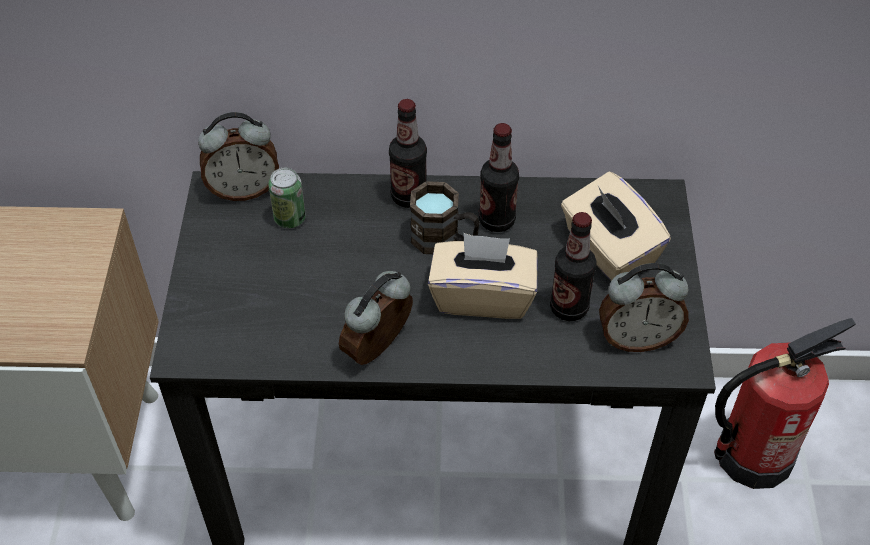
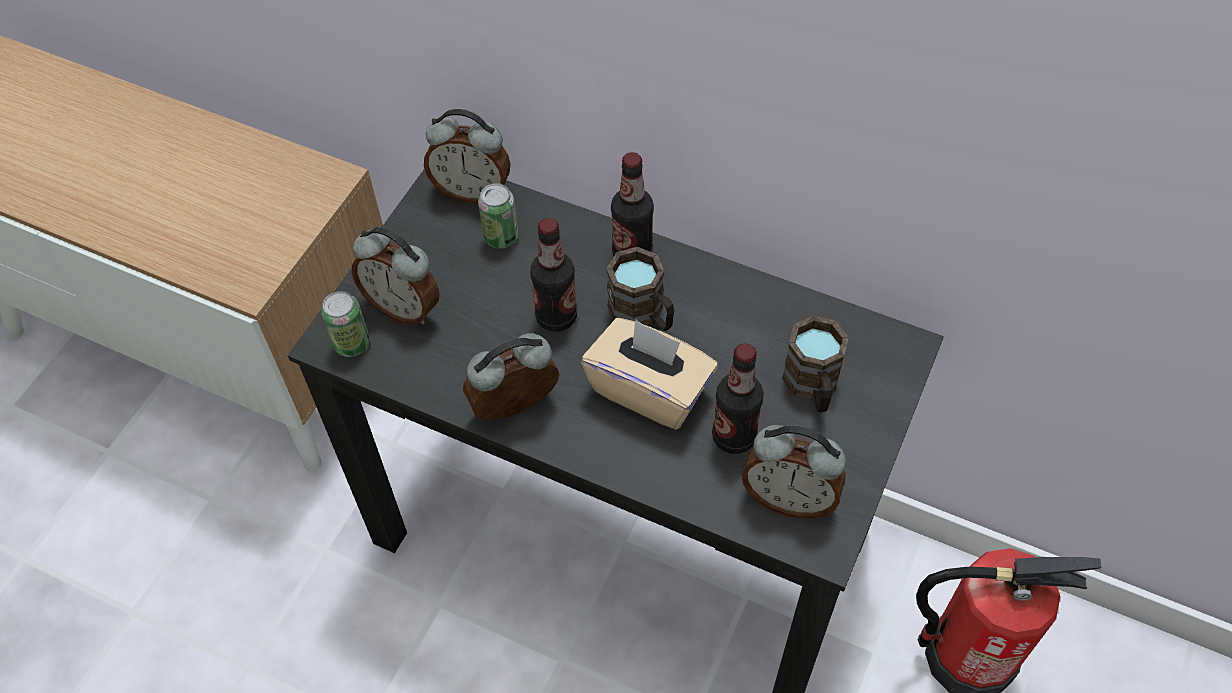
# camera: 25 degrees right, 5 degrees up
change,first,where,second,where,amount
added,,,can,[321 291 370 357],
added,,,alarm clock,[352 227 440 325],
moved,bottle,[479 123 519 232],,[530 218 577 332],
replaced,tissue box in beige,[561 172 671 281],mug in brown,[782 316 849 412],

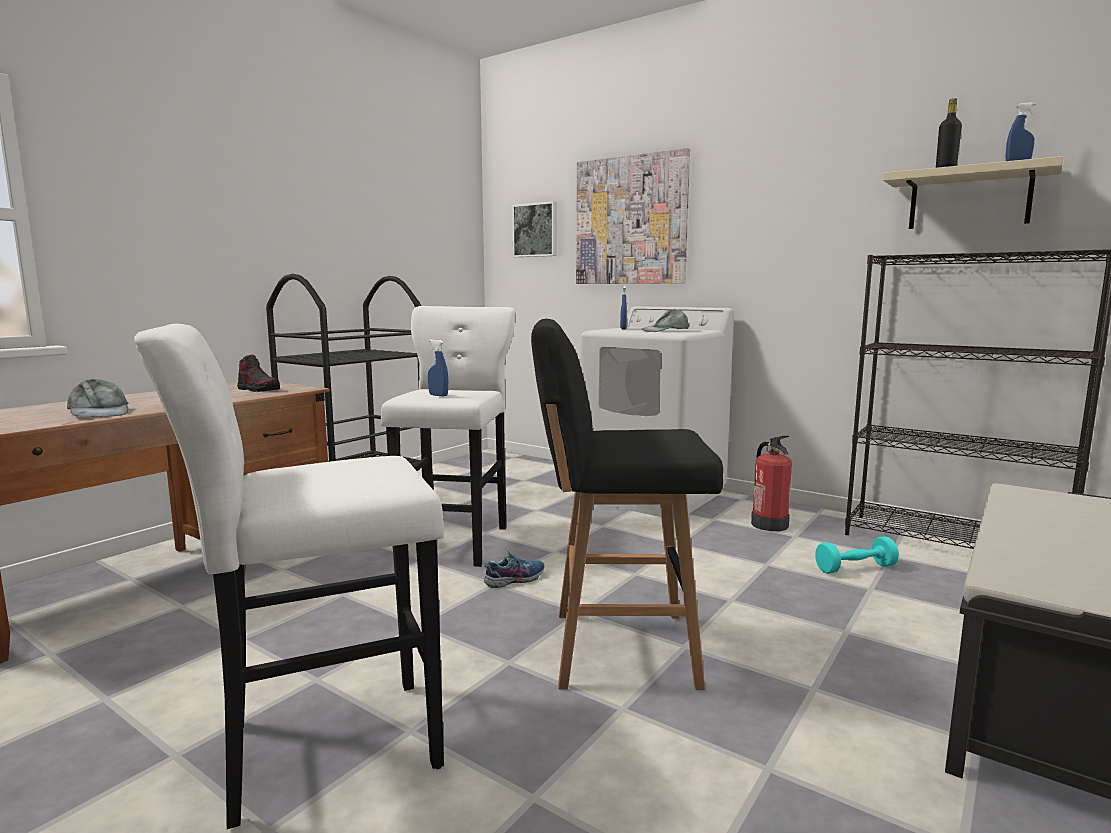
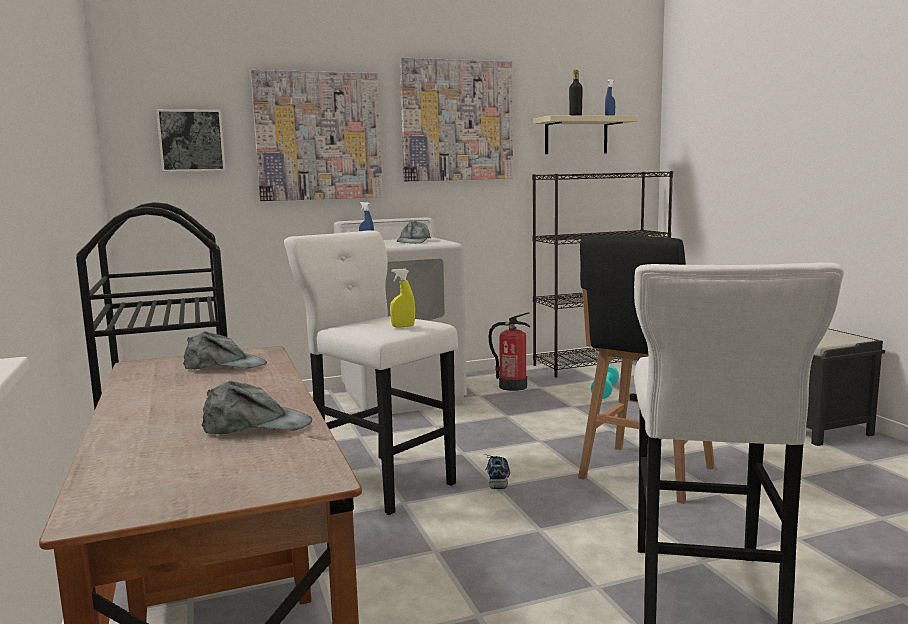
# camera: 55 degrees left, 0 degrees up
change,first,where,second,where,amount
added,,,picture,[399 58 513 181],
replaced,shoe,[237 355 280 392],cap in grey,[183 331 267 369],
recoloured,spray bottle in blue,[428 339 448 397],spray bottle in yellow,[390 269 415 327],

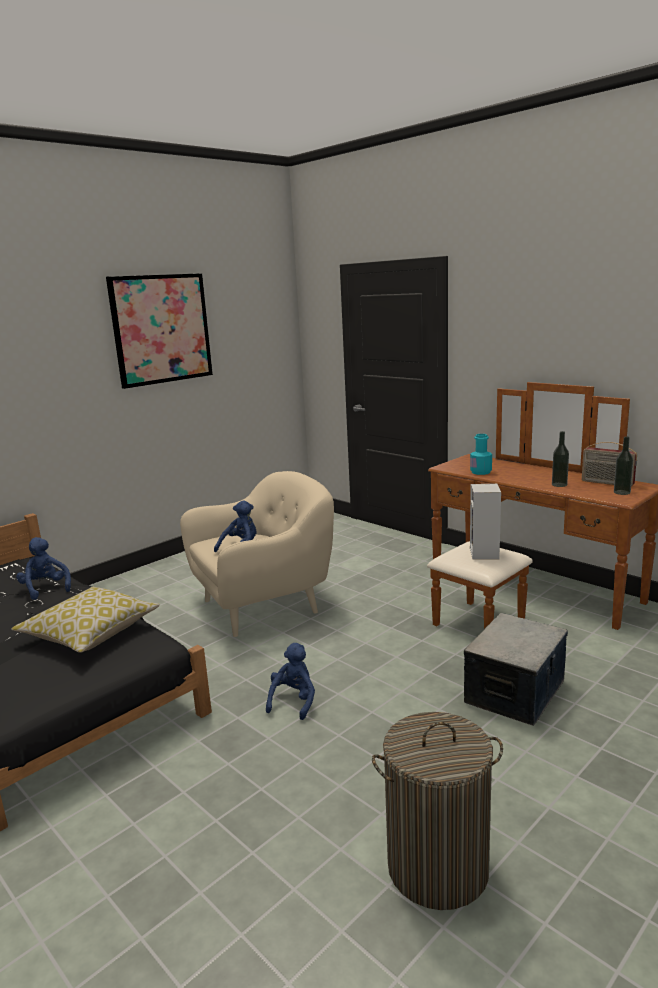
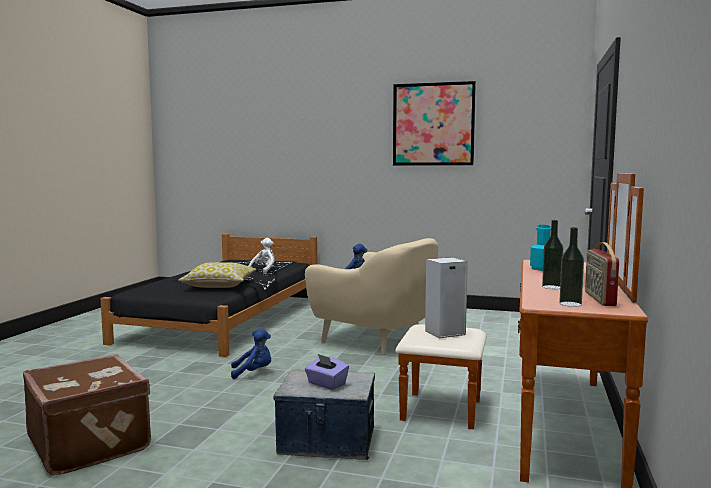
# camera: 60 degrees right, 10 degrees down
change,first,where,second,where,amount
added,,,tissue box in purple,[305 354 349 390],
replaced,laundry basket,[372 712 503 910],suitcase in brown,[23 354 151 476],
recoloured,plush toy in blue,[16 537 71 600],plush toy in white,[249 238 275 274],

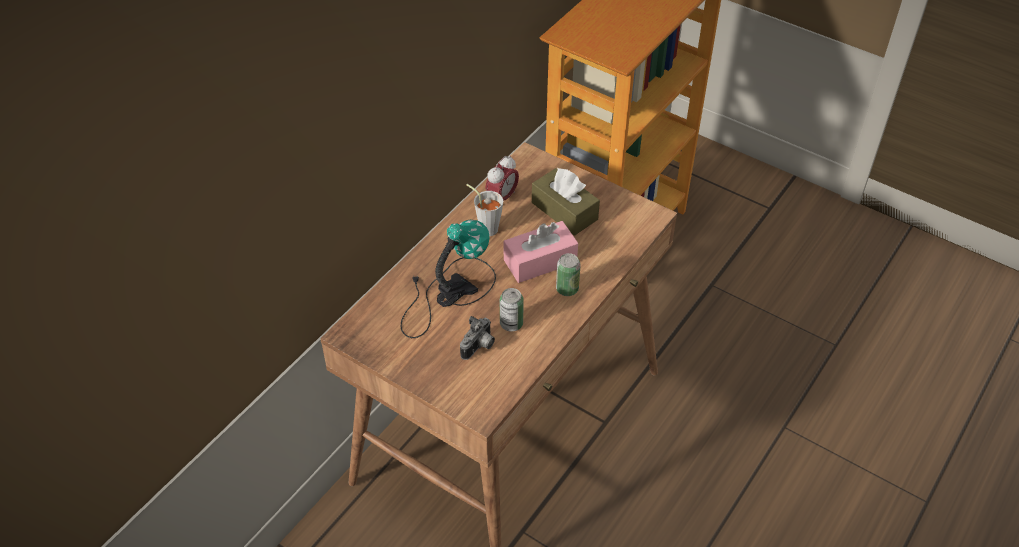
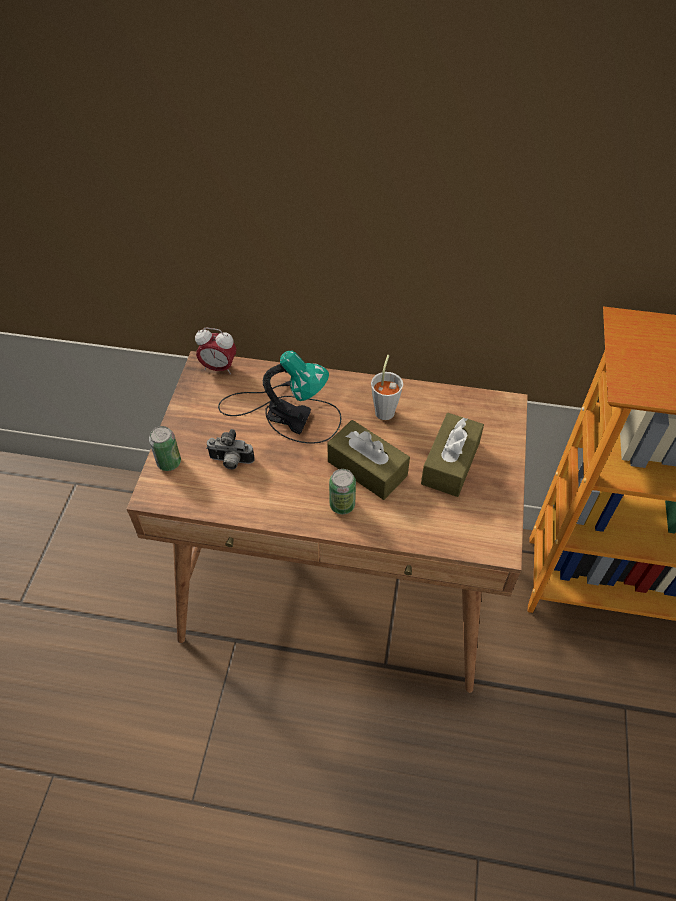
# camera: 65 degrees right, 5 degrees up
change,first,where,second,where,amount
moved,alarm clock,[485 156 519 201],,[195 328 236 374],
moved,can,[500 288 524 332],,[149 426 181 471],
recoloured,tissue box in pink,[504 221 578 283],tissue box in brown,[327 420 410 500],

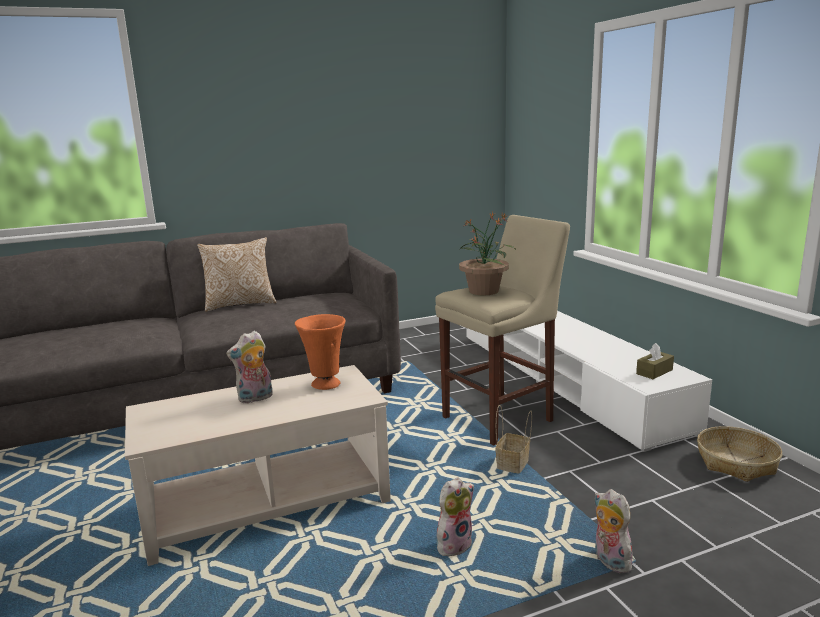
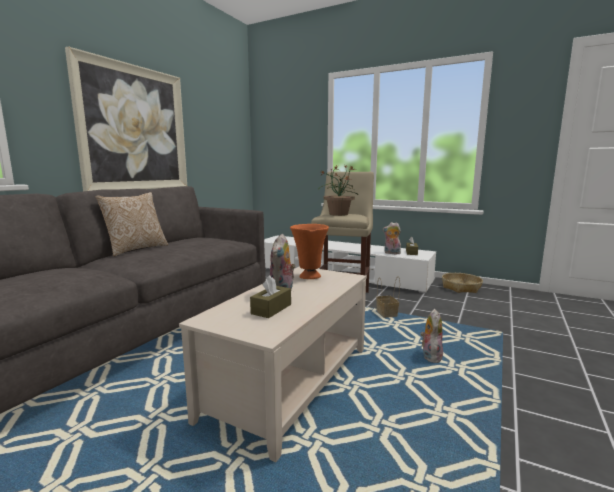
# camera: 40 degrees left, 5 degrees down
change,first,where,second,where,amount
added,,,picture,[65 46 187 191],
added,,,tissue box in brown,[250 275 291 318],
moved,plush toy,[595 489 633 573],,[383 222 402 255],

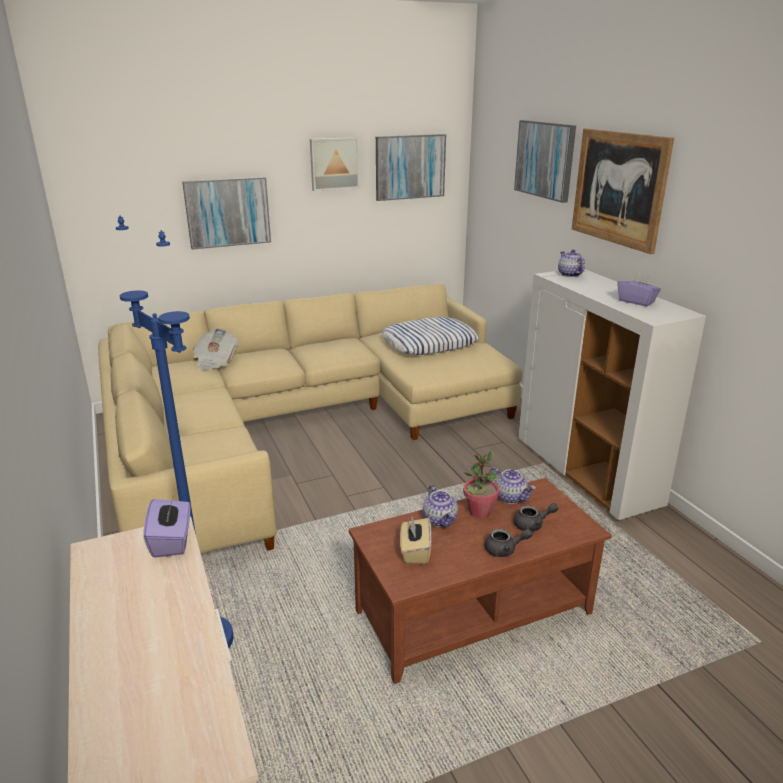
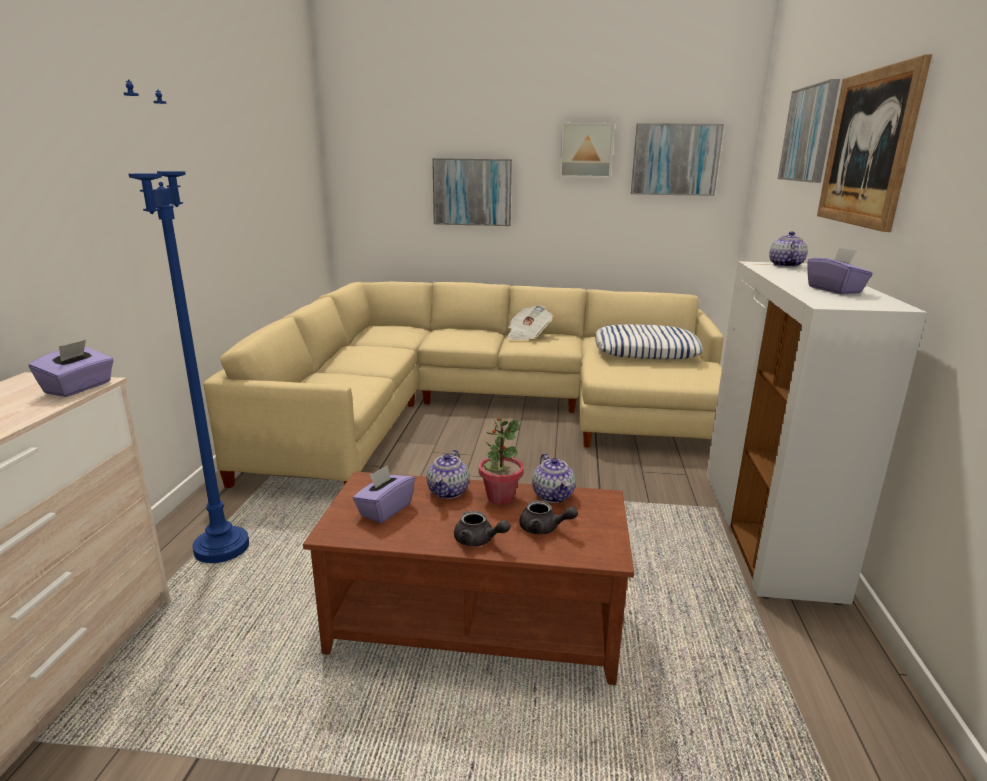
# camera: 30 degrees right, 5 degrees down
change,first,where,second,where,amount
moved,newspaper,[193 328 238 370],,[507 305 553 340],
recoloured,tissue box in beige,[400 517 432 564],tissue box in purple,[352 465 415 523],

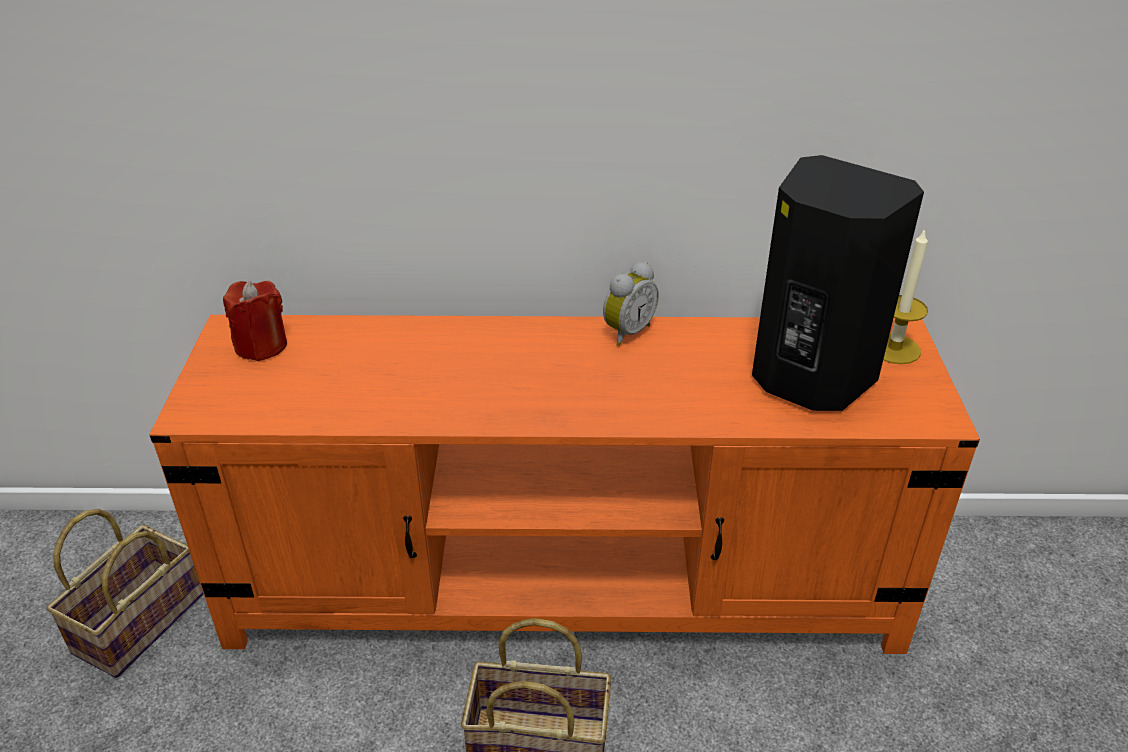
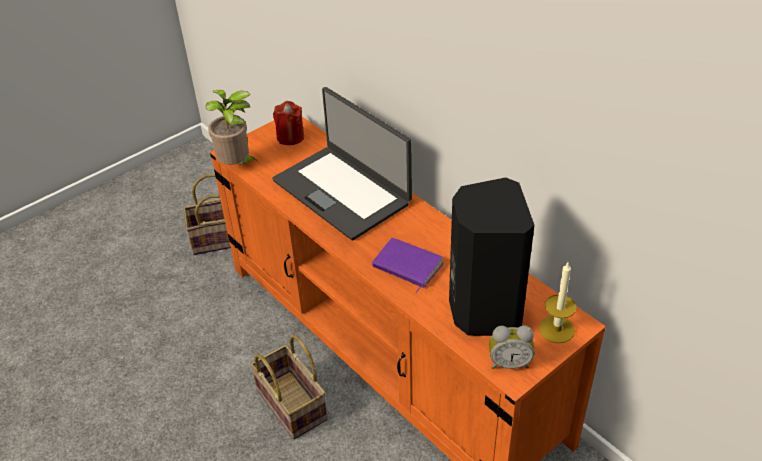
# camera: 50 degrees right, 5 degrees up
change,first,where,second,where,amount
added,,,potted plant,[206 90 258 165],
added,,,laptop,[272 87 412 241],
added,,,book in purple,[372 238 444 293],
moved,alarm clock,[603 262 659 346],,[489 325 535 369],

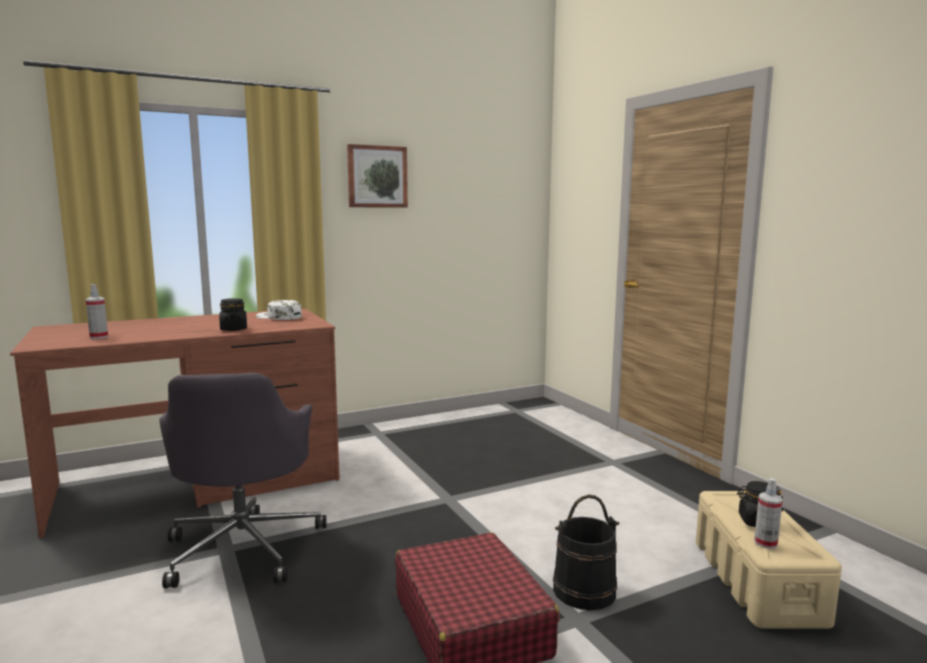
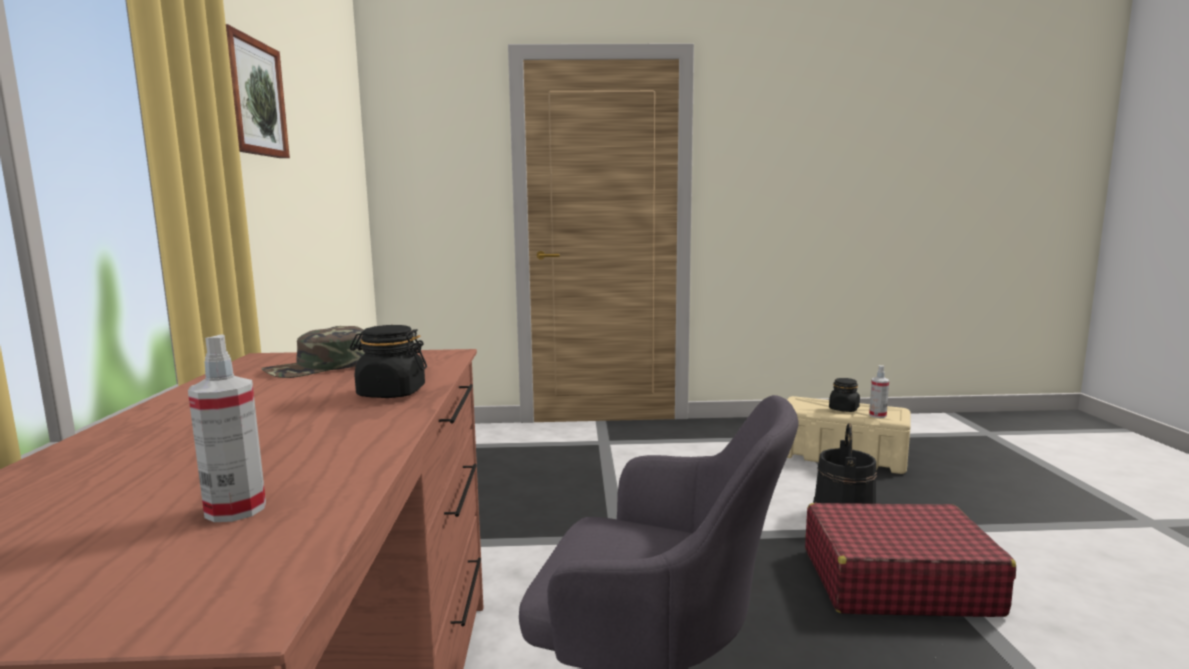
# camera: 65 degrees left, 0 degrees up
change,first,where,second,where,amount
recoloured,cap in white,[256 300 302 320],cap in green,[261 326 365 378],

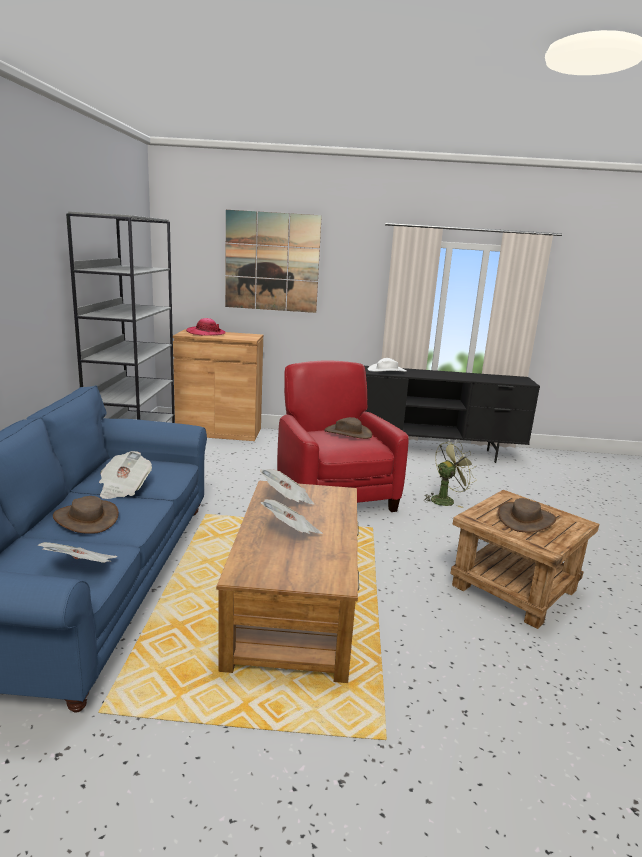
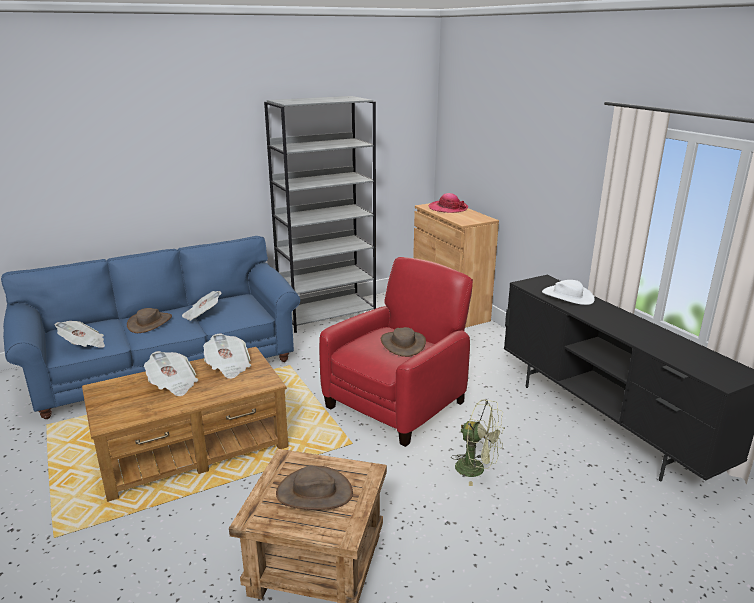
# camera: 60 degrees right, 5 degrees up
change,first,where,second,where,amount
removed,picture,[225 210 322 313],,,

